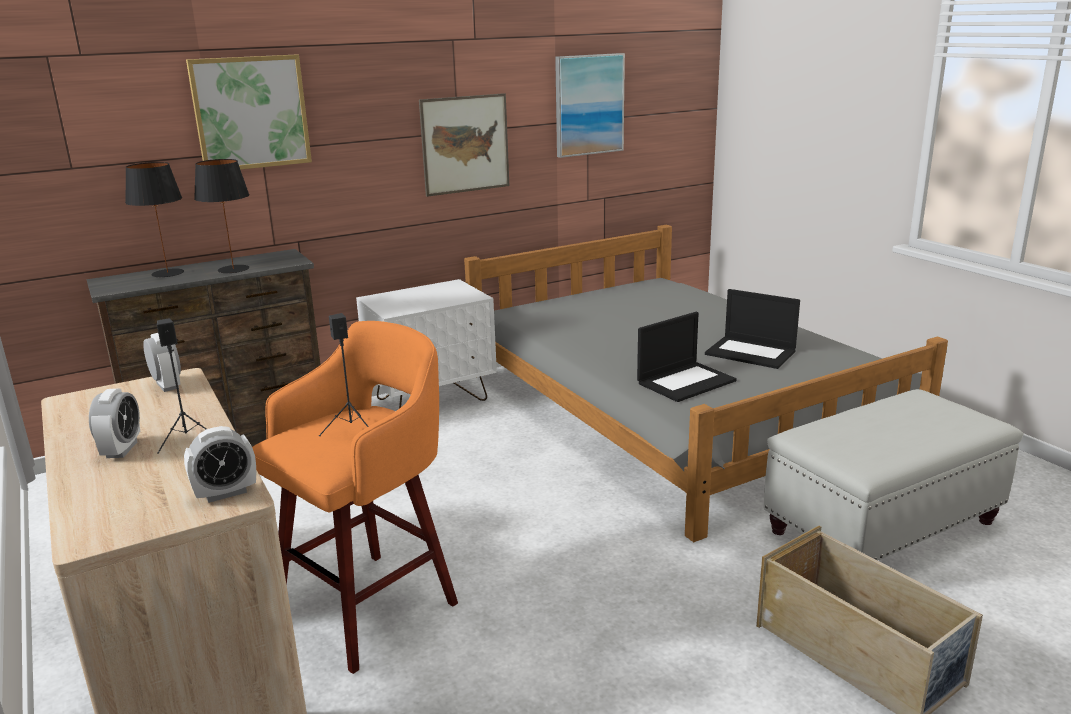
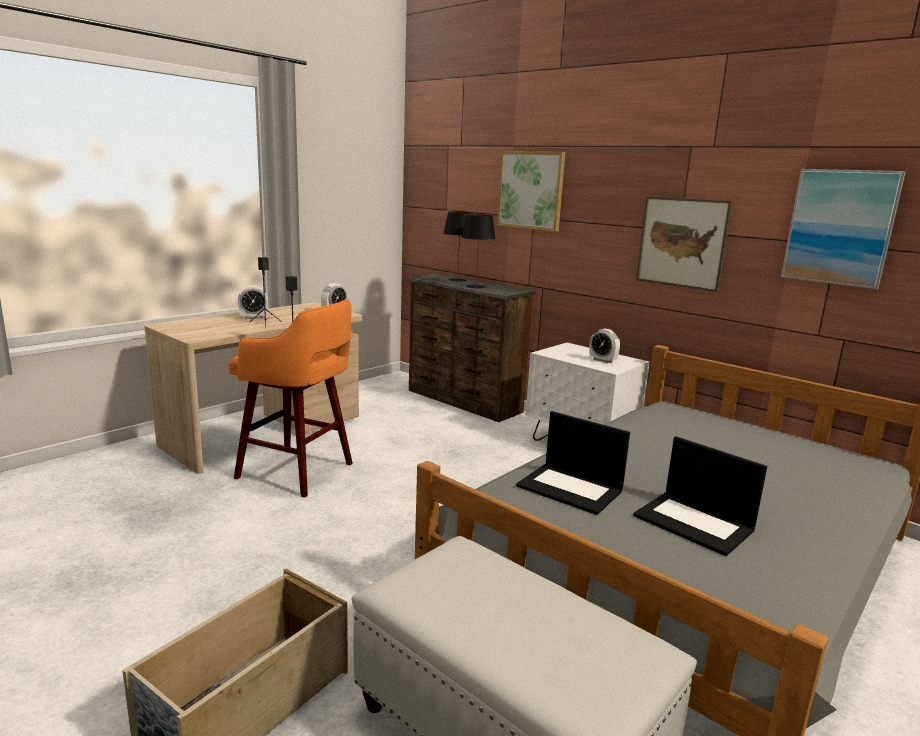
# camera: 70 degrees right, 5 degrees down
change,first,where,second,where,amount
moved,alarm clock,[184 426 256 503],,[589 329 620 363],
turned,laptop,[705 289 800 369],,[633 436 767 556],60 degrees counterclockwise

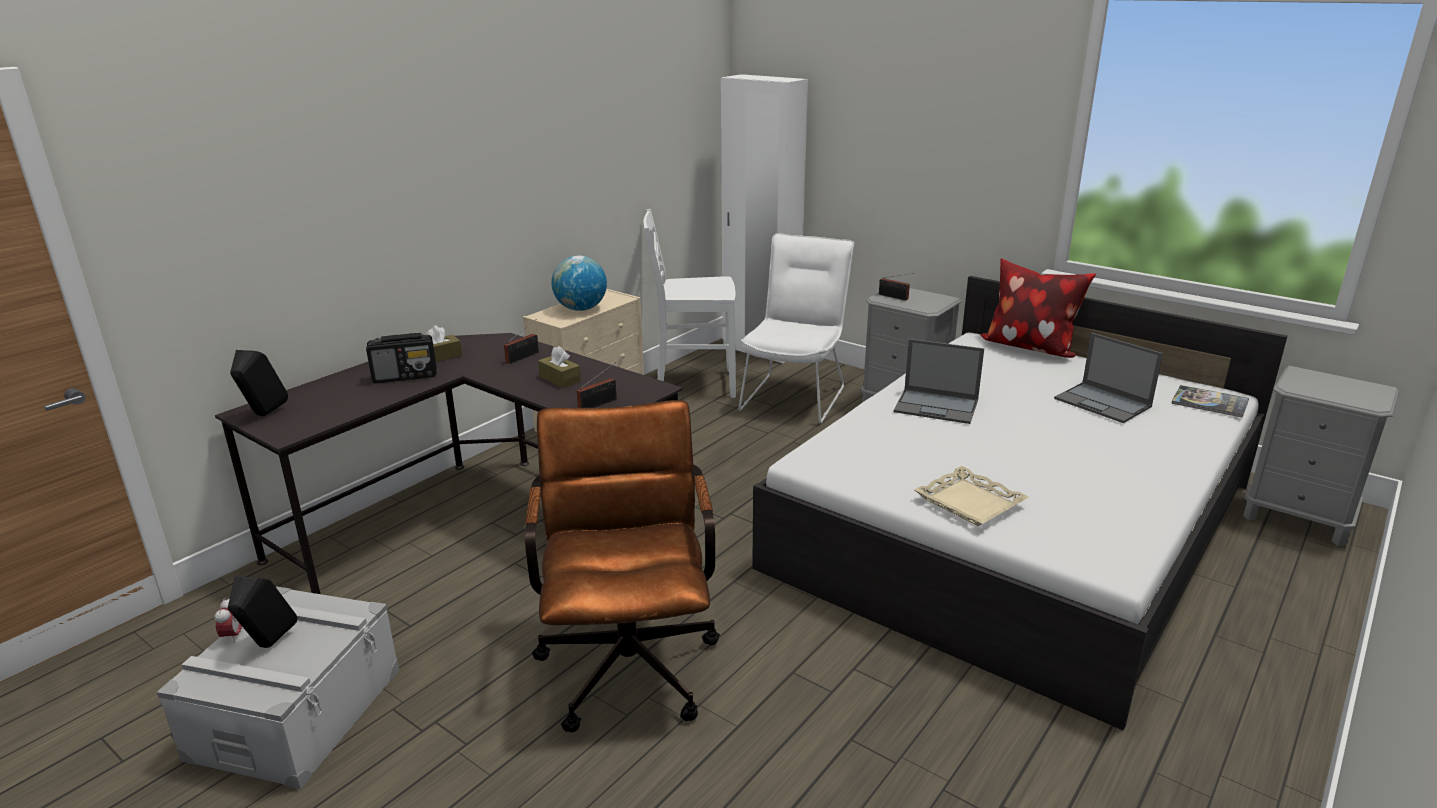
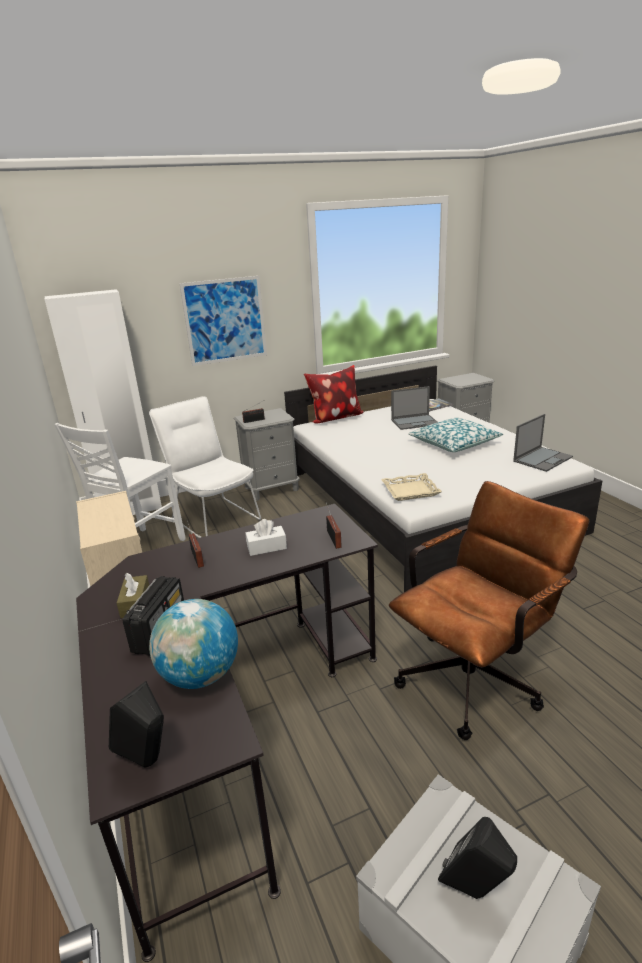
# camera: 60 degrees left, 0 degrees up
change,first,where,second,where,amount
removed,alarm clock,[215 597 243 643],,,
added,,,picture,[179 276 267 366],
added,,,pillow,[408 418 503 452],
moved,globe,[551 255 607 311],,[149 599 238 689],
moved,laptop,[894 339 984 424],,[513 414 573 472],
moved,tray in beige,[914 466 1029 526],,[381 473 442 501],
recoloured,tissue box in brown,[538 346 581 388],tissue box in white,[245 519 287 556],
turned,office chair in brown,[525 400 720 732],,[389 481 589 740],120 degrees clockwise

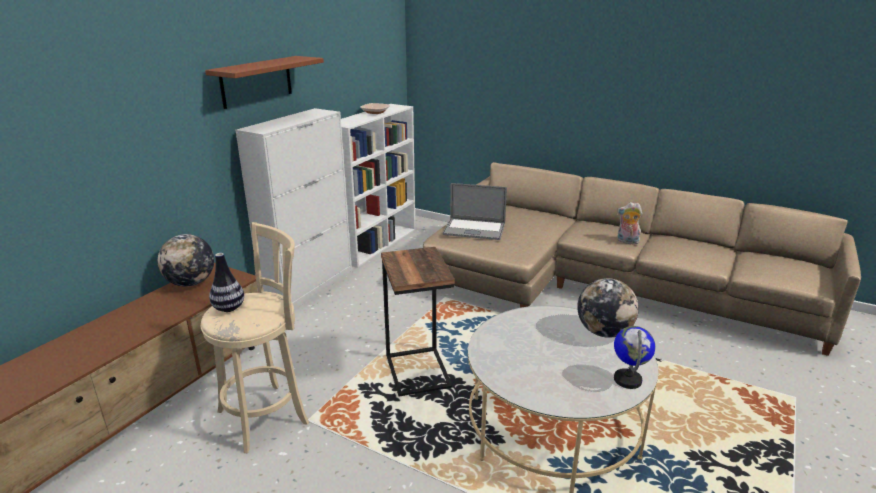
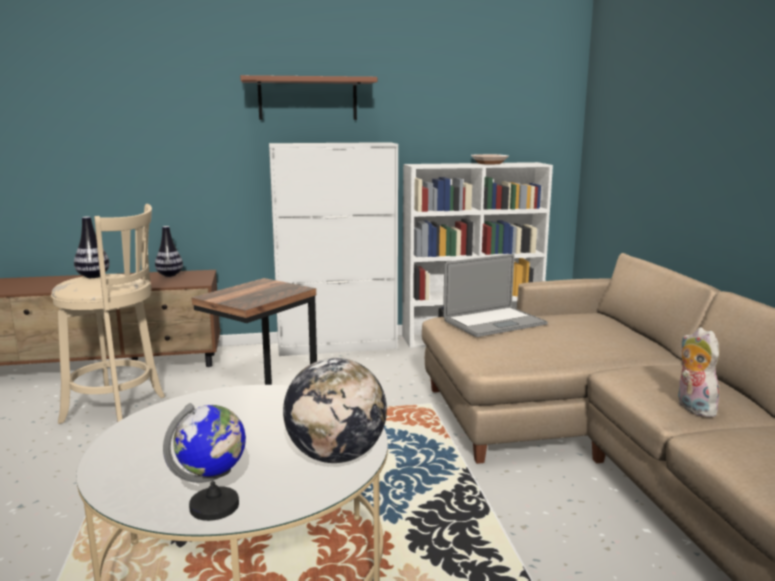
# camera: 50 degrees right, 10 degrees down
change,first,where,second,where,amount
replaced,globe,[158 234 214 287],vase,[155 226 183 277],
turned,laptop,[443 183 507 240],,[443 254 548 337],90 degrees counterclockwise

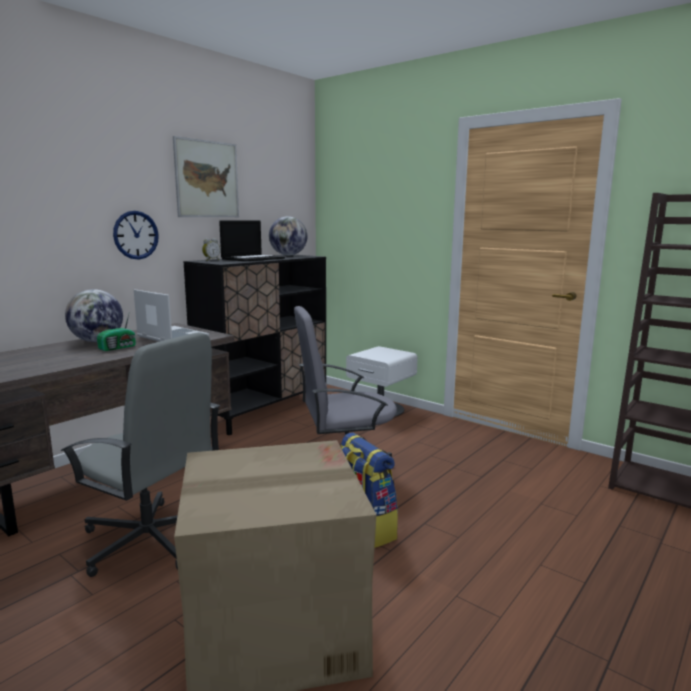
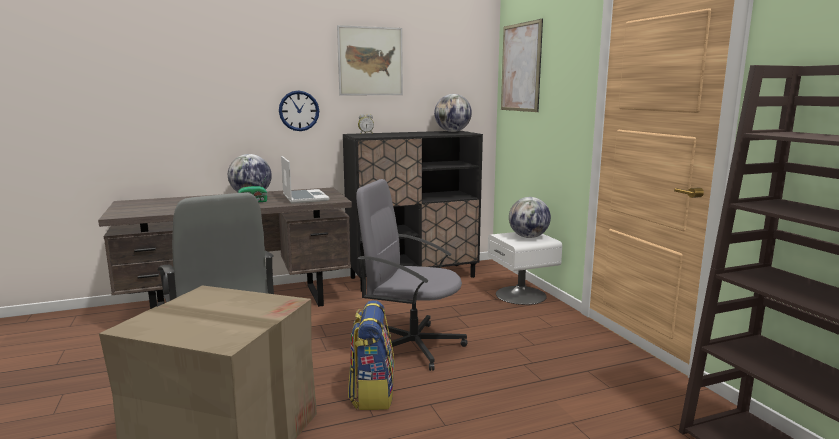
# camera: 30 degrees right, 0 degrees up
change,first,where,second,where,amount
removed,laptop,[219 220 285 261],,,
added,,,picture,[501 19 543 112],
added,,,globe,[509 197 551 238],

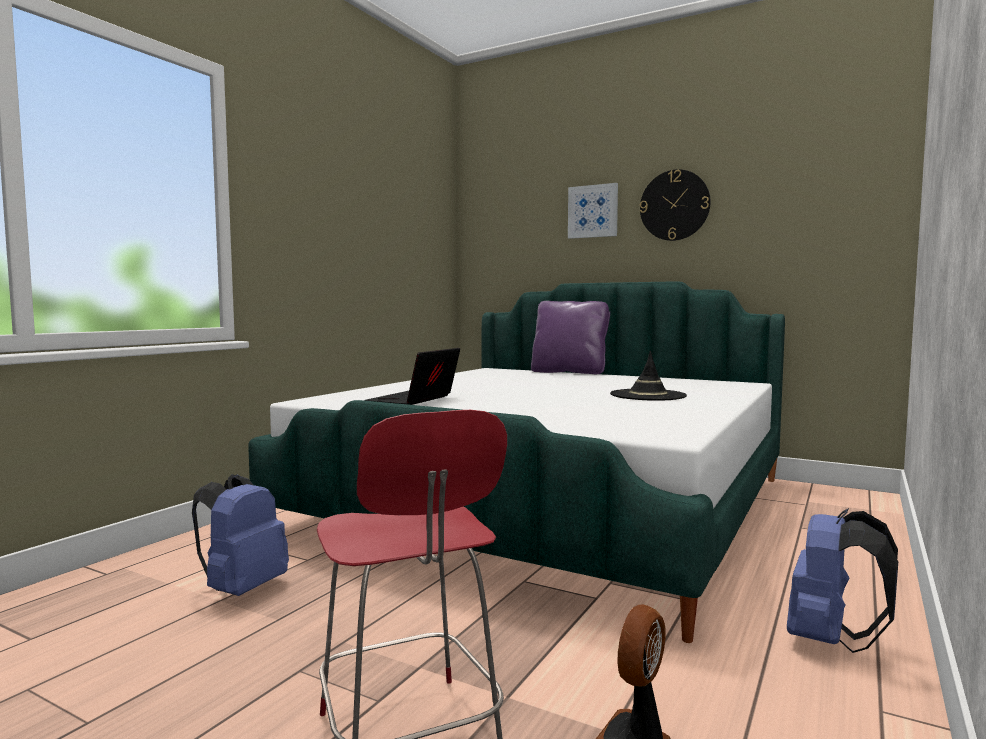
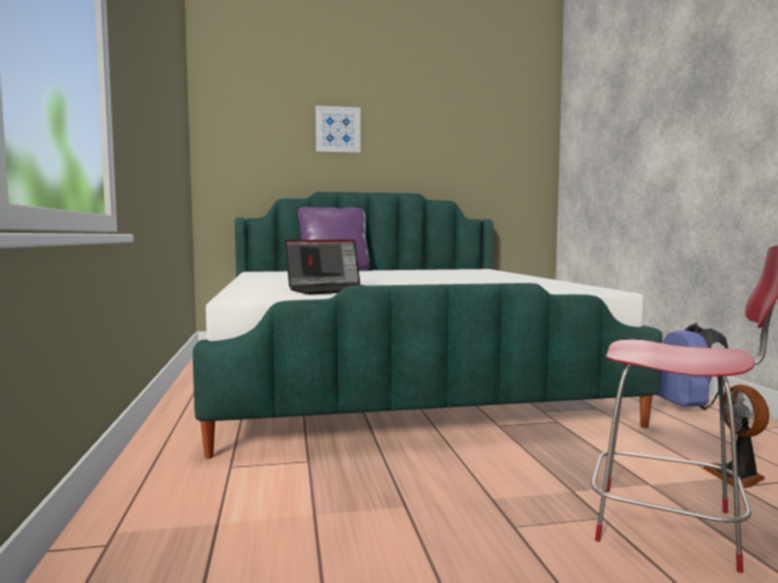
# camera: 40 degrees left, 0 degrees up
change,first,where,second,where,amount
removed,backpack in blue,[192 474 289 596],,,
removed,hat in black,[610 351 687 401],,,
removed,wall clock,[640 169 711 241],,,
turned,laptop,[365 348 460 405],,[285 240 366 295],105 degrees counterclockwise

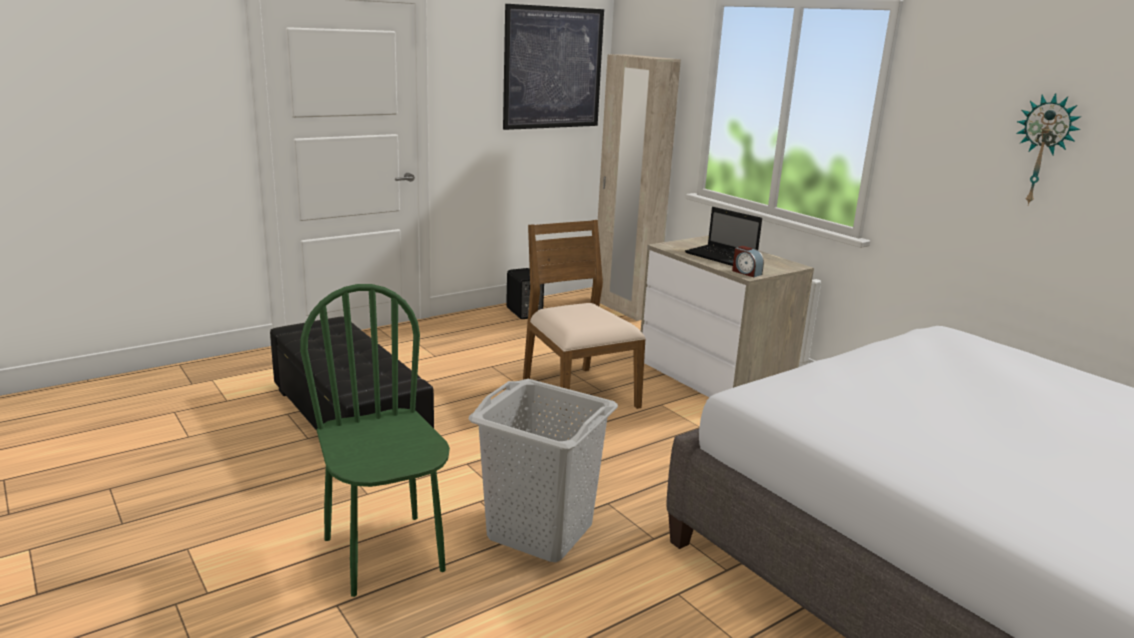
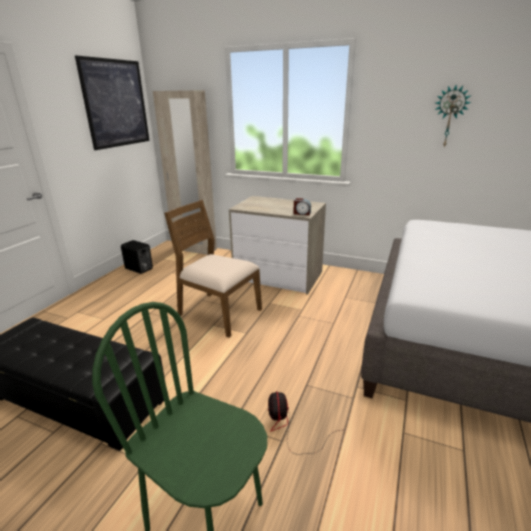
# camera: 30 degrees left, 5 degrees up
change,first,where,second,where,amount
removed,laptop,[685 207 762 266],,,
replaced,laundry basket in grey,[469 379 618 562],fan,[268 391 339 455],

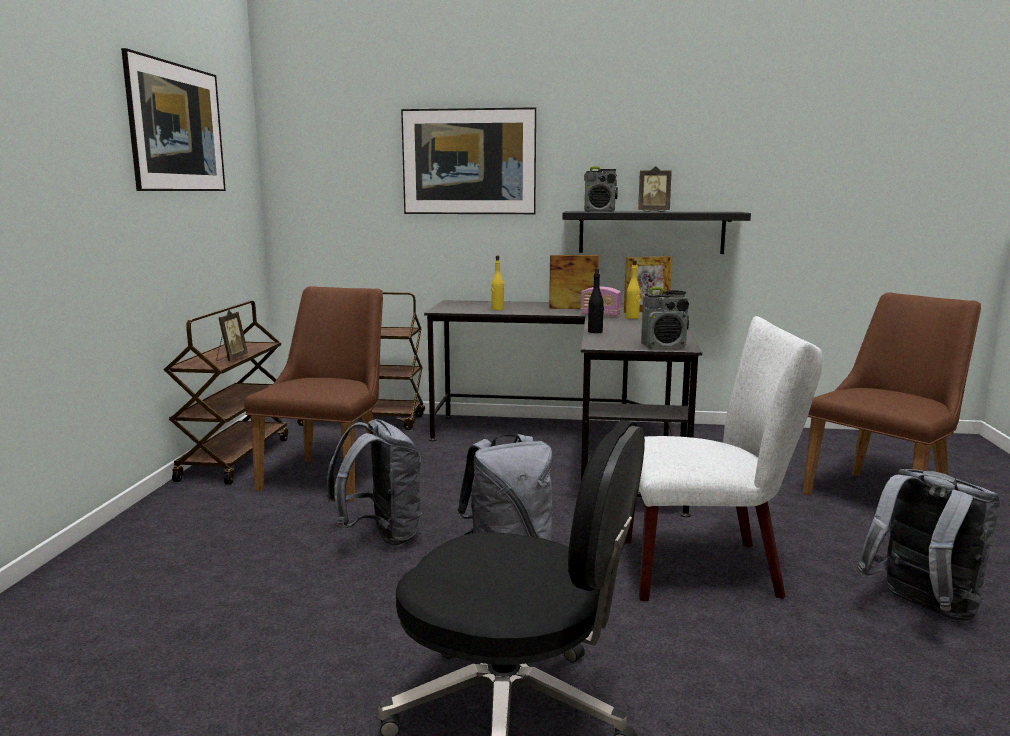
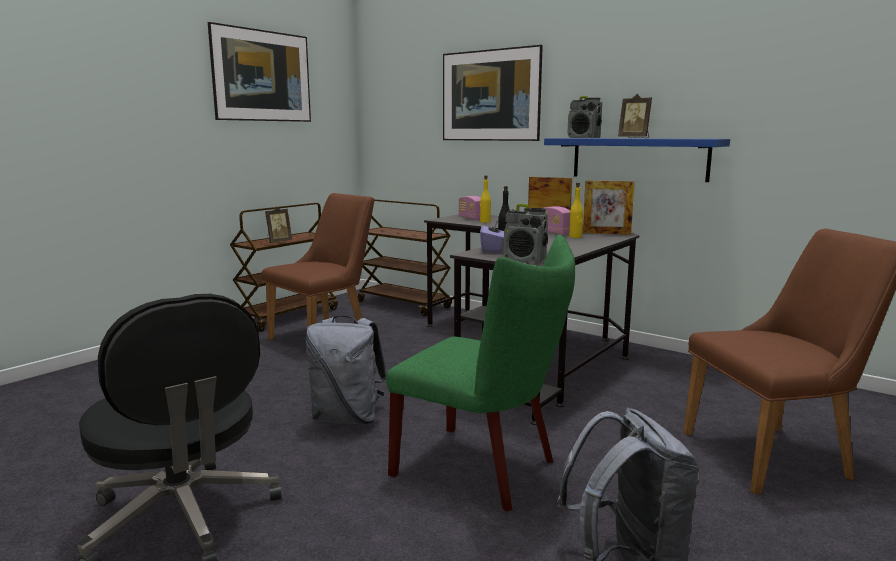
# camera: 30 degrees right, 0 degrees up
change,first,where,second,where,amount
removed,backpack in grey,[327 419 422 546],,,
added,,,radio,[459 196 481 220],
added,,,tissue box in purple,[480 219 504 252],
recoloured,shelf in black,[563 211 751 254],shelf in blue,[544 138 730 182],
recoloured,chair in white,[625 316 823 601],chair in green,[386 235 575 512],

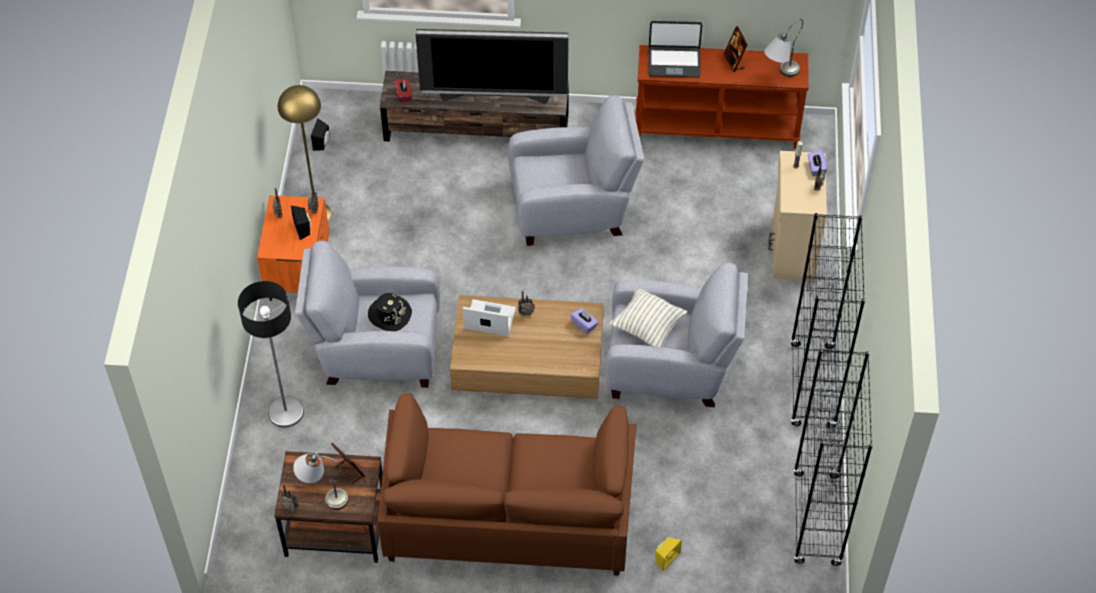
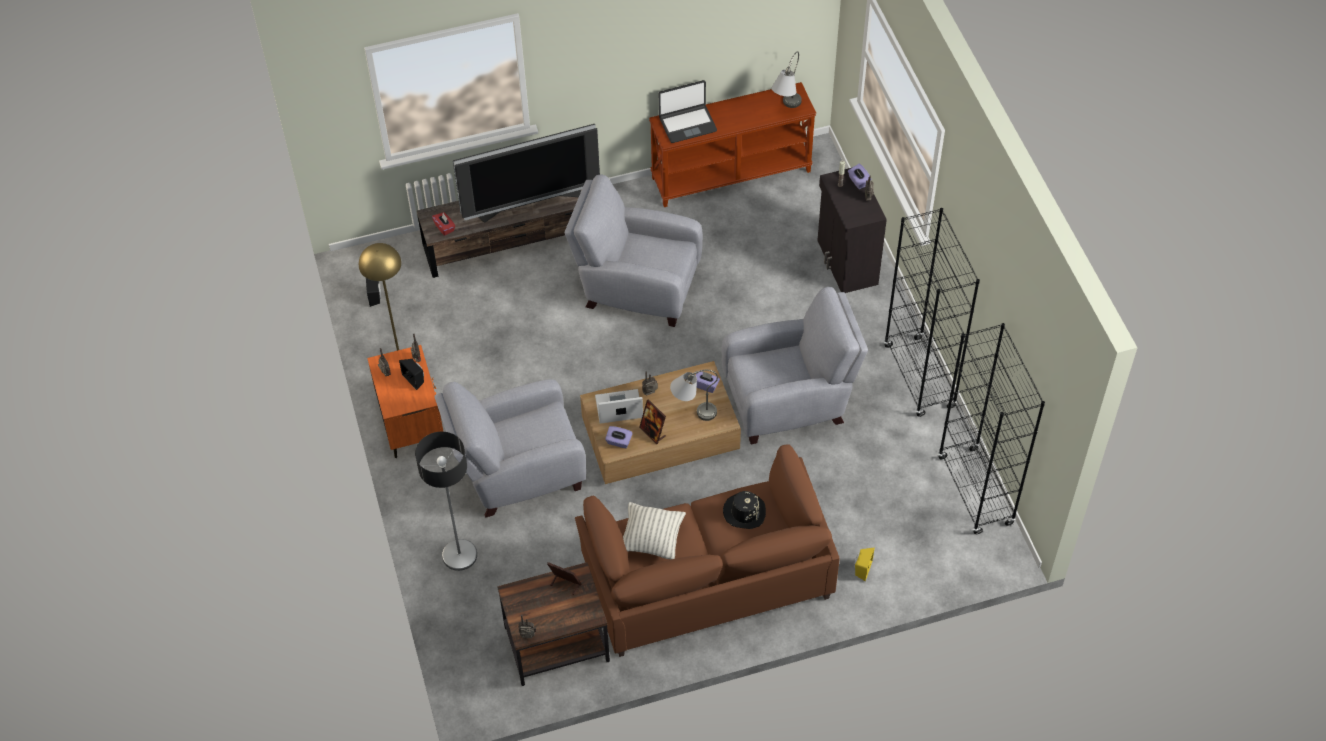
# camera: 20 degrees left, 0 degrees up
change,first,where,second,where,amount
added,,,tissue box in purple,[605 426 633 448],
moved,table lamp in grey,[293 452 348 510],,[670 370 718 421],
moved,hat in black,[368 293 412 331],,[723 491 766 529],
moved,pillow,[610 289 687 347],,[623 502 686 559],
moved,picture frame,[724 26 748 72],,[639 399 666 444],
recoloured,cabinet in beige,[768 151 827 281],cabinet in black,[817 168 887 293],
turned,armchair in grey,[508 95 644 246],,[565 174 703 327],135 degrees counterclockwise

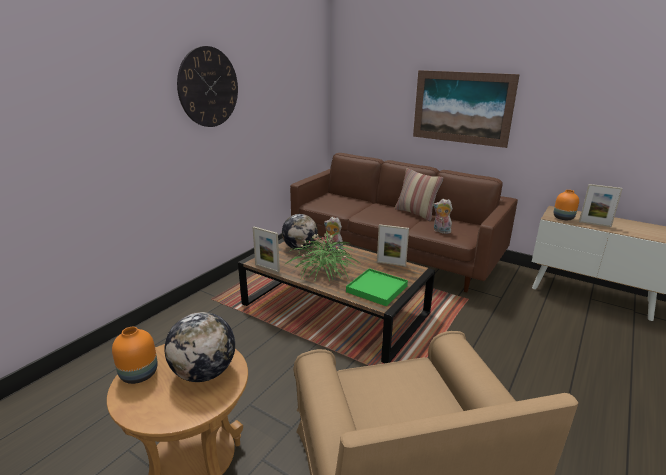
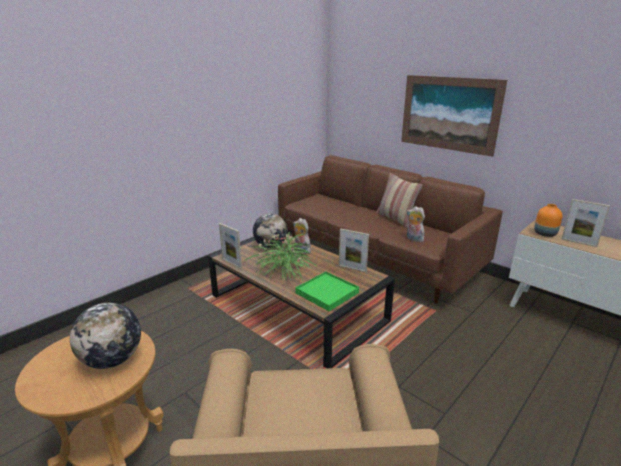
# camera: 10 degrees right, 0 degrees up
change,first,where,second,where,amount
removed,vase in orange,[112 327 158 384],,,
removed,wall clock,[177 46 238 127],,,

